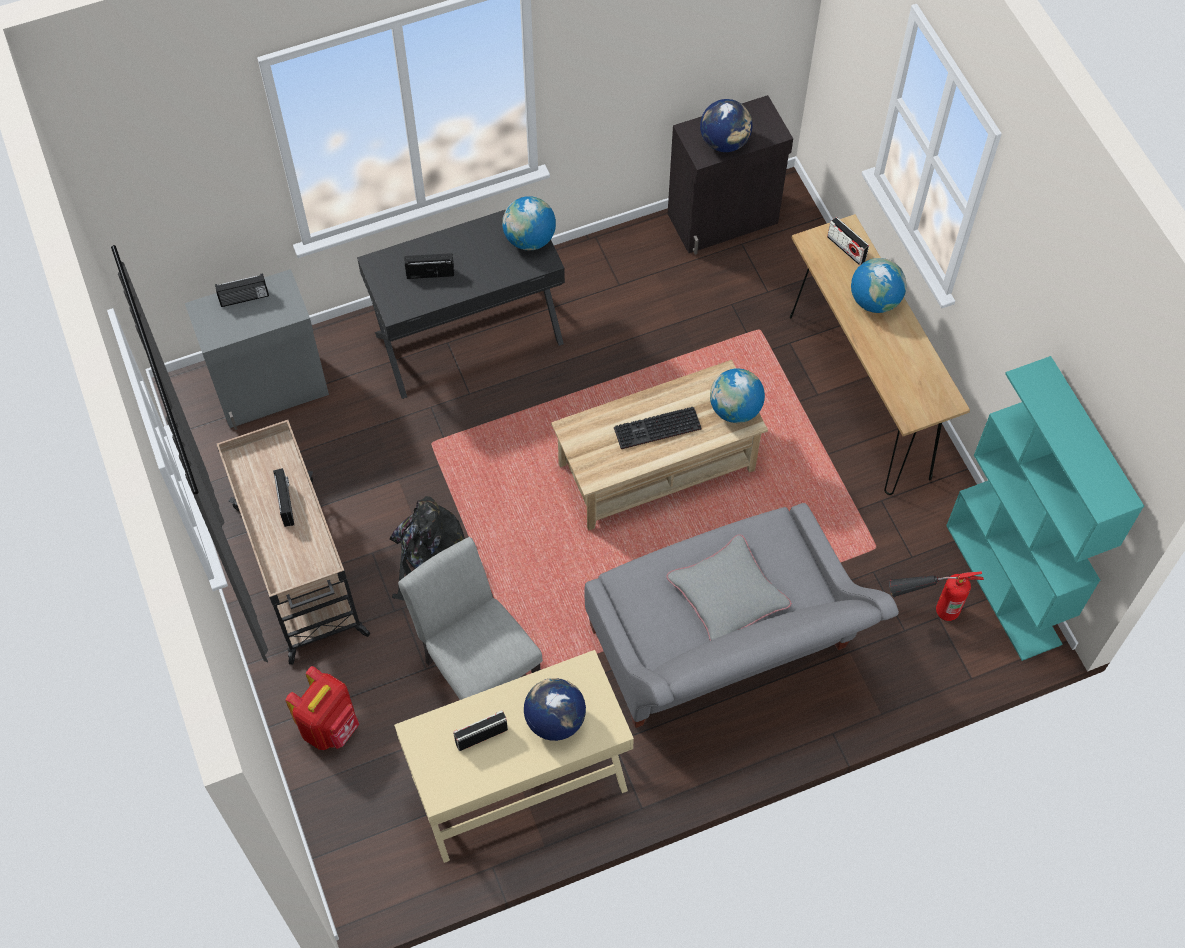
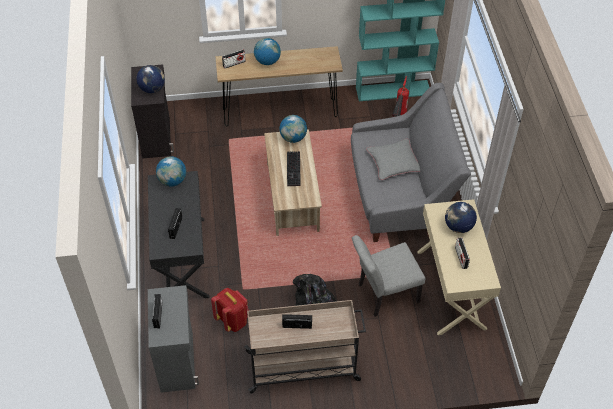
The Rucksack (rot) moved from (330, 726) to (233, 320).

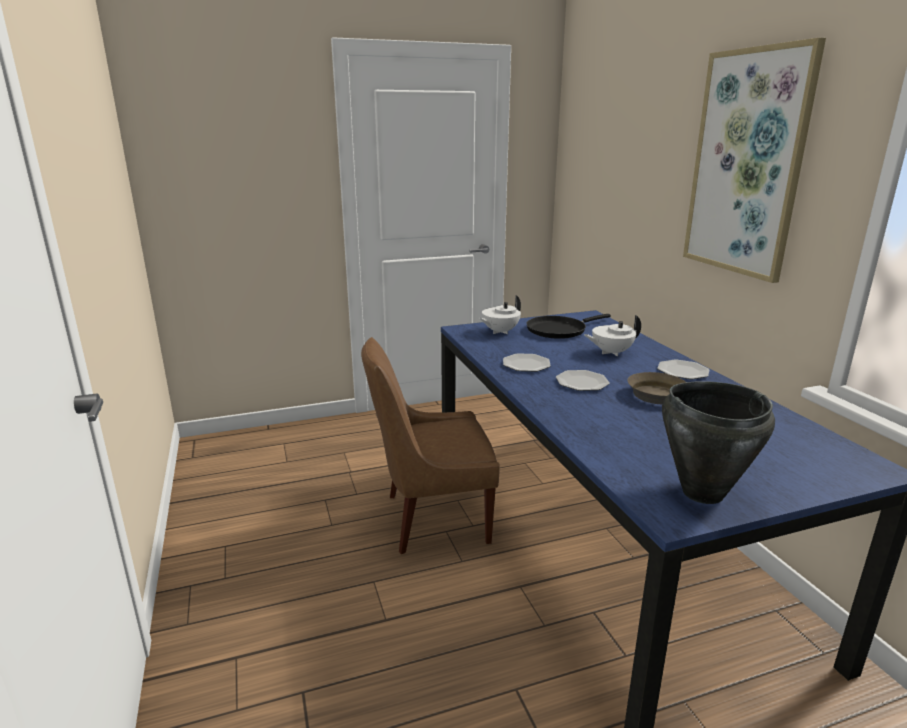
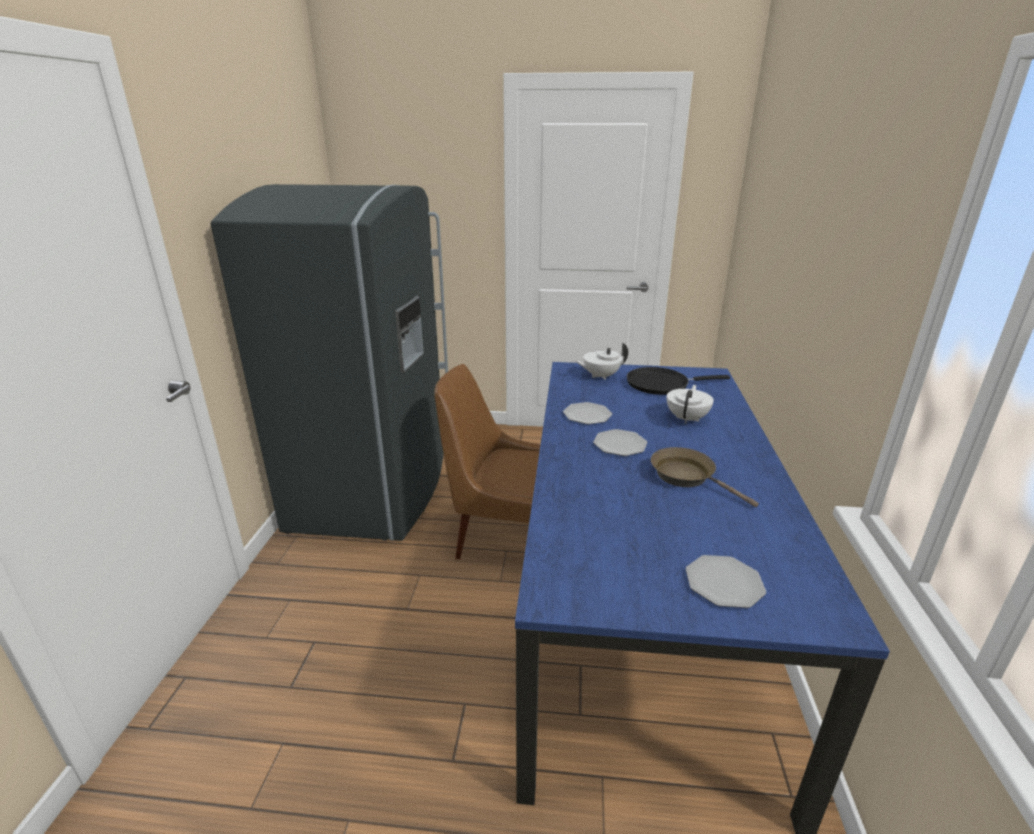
The Bild at (747, 164) disappeared.
The Teekanne (weiß) at (611, 352) turned 105 degrees clockwise.
The Teller moved from (683, 372) to (724, 584).
The Kochtopf (schwarz) at (701, 492) disappeared.
The Kühlschrank (grau) at (375, 488) appeared.

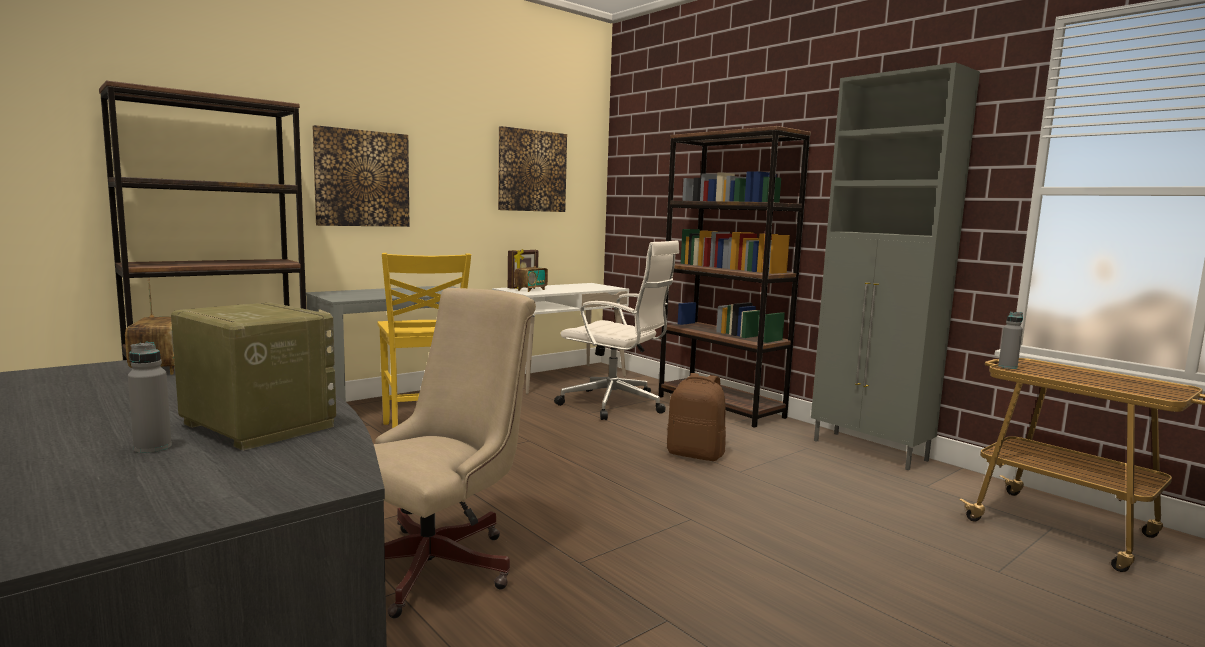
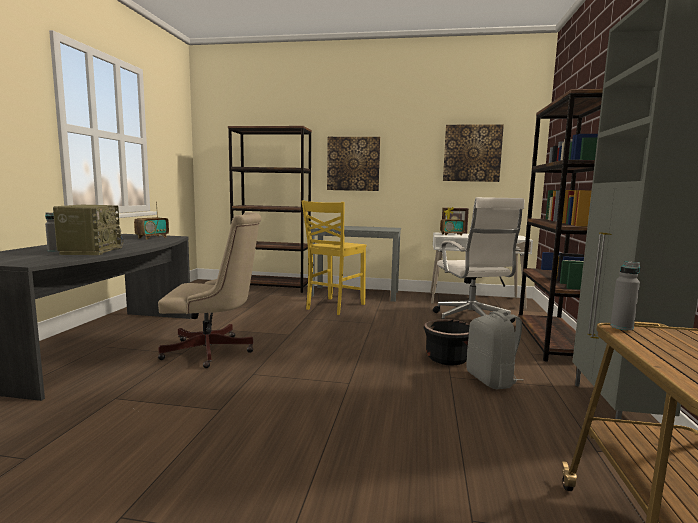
The Rucksack (braun) at (696, 454) was replaced by the Pflanzkübel (schwarz) at (447, 359).
The Rucksack (grau) at (492, 380) appeared.

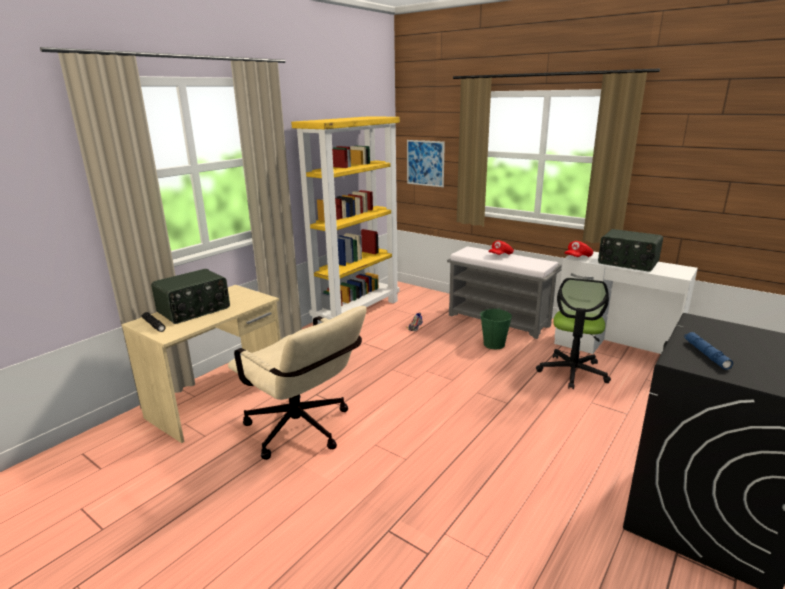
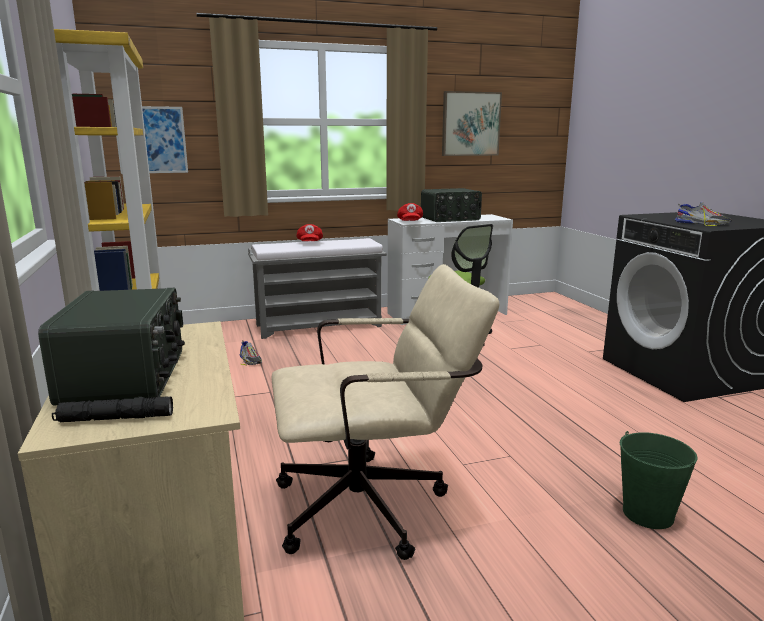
The Eimer (grün) moved from (494, 344) to (648, 513).
The Taschenlampe (blau) at (706, 354) was replaced by the Schuh at (702, 223).
The Bild at (470, 124) appeared.

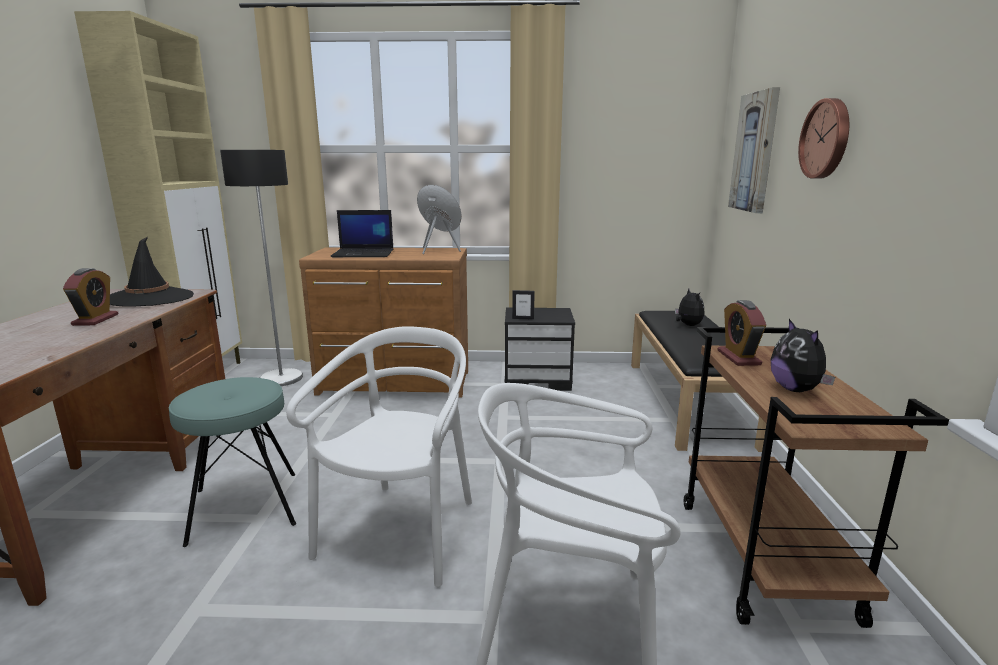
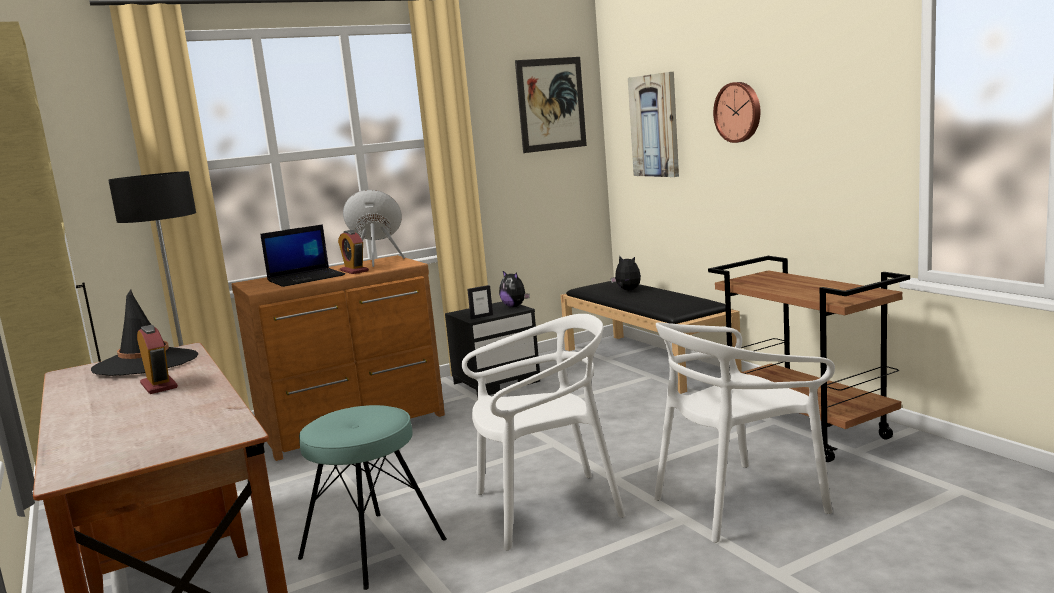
The Wecker moved from (738, 357) to (354, 271).
The Plüschtier moved from (796, 389) to (515, 306).
The Stuhl (weiß) at (401, 532) turned 90 degrees clockwise.
The Bild at (551, 104) appeared.

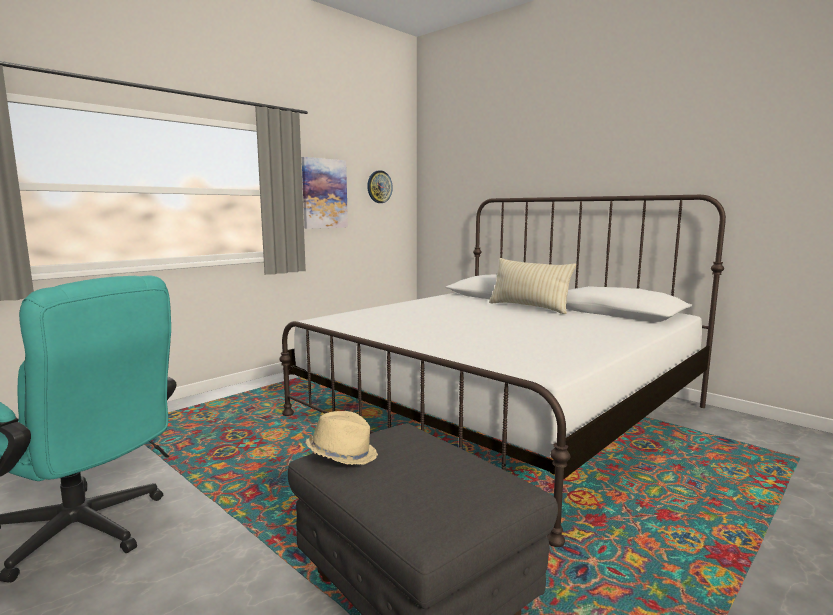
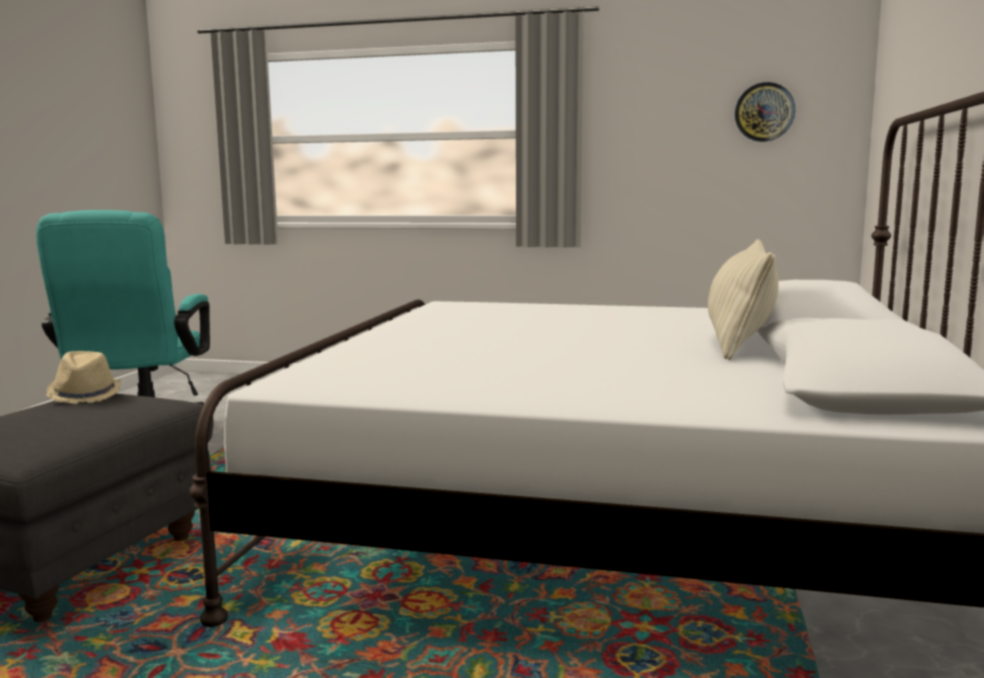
The Bild at (324, 193) disappeared.

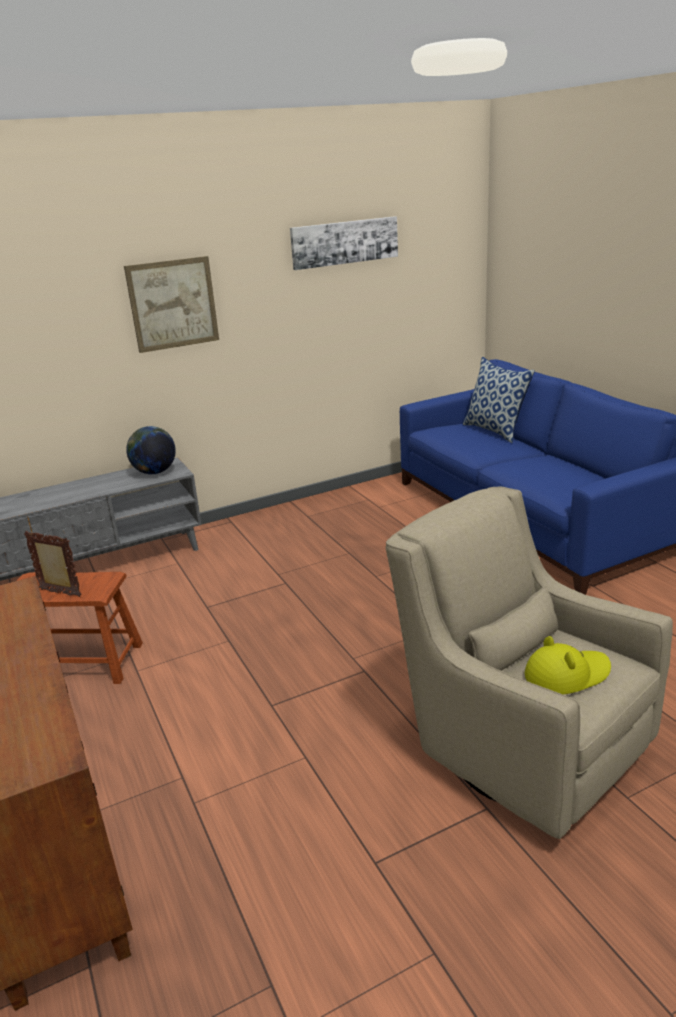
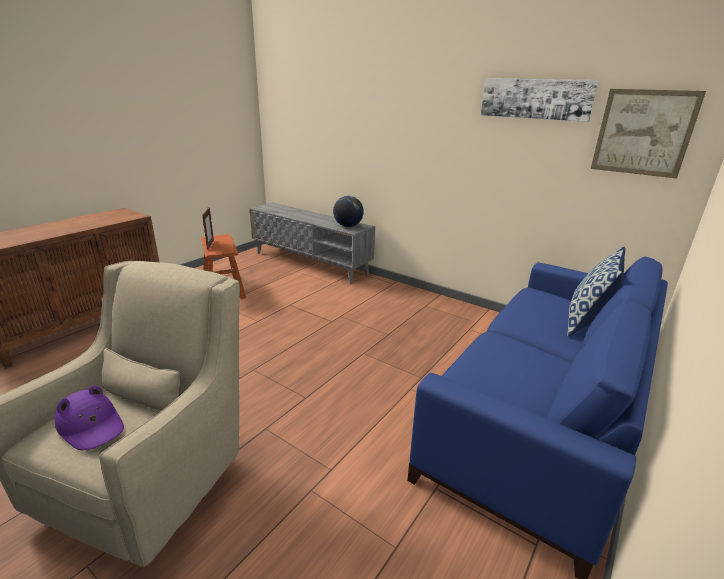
The Bild moved from (173, 304) to (643, 133).
The Hut (gelb) at (566, 674) became the Hut (lila) at (91, 425).

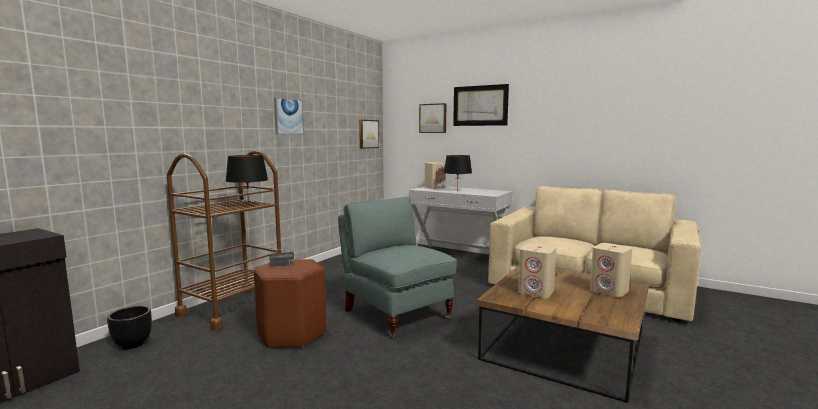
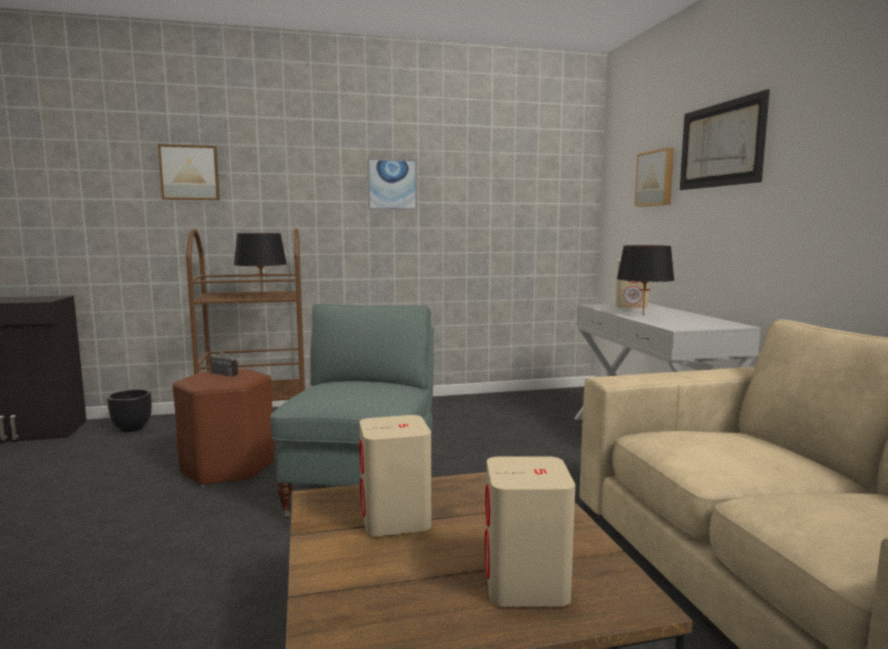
The Bild moved from (367, 134) to (190, 173).

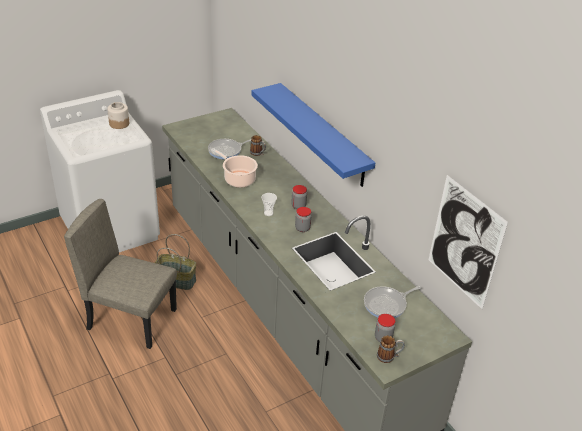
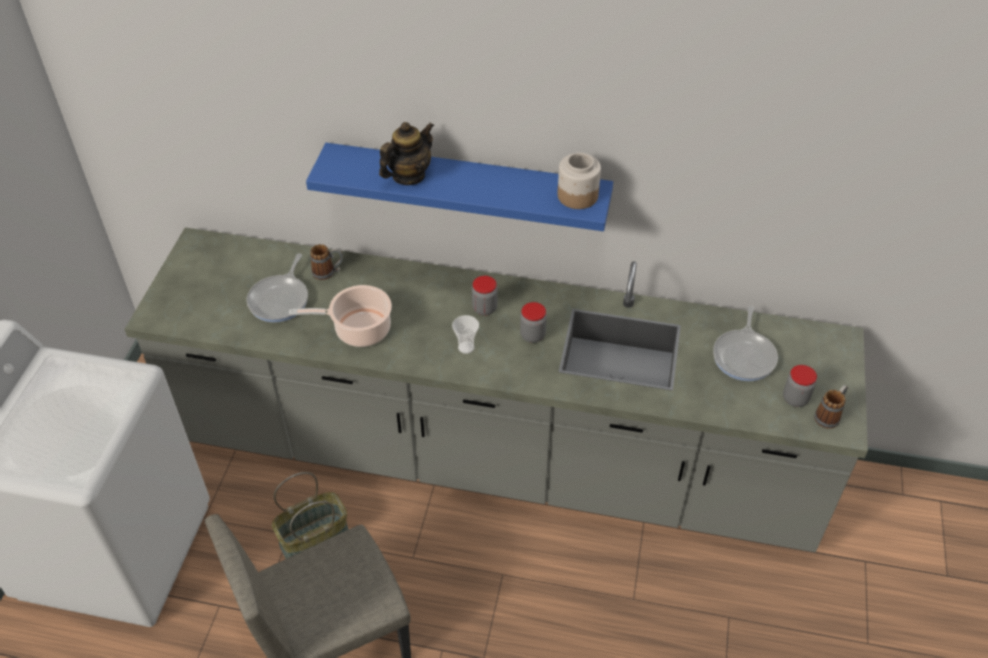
The Vorratsglas moved from (119, 123) to (577, 196).
The Bild at (465, 242) disappeared.
The Teekanne at (408, 176) appeared.

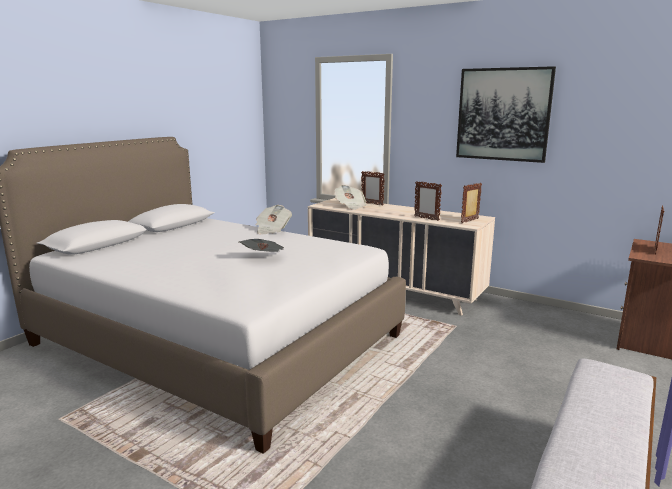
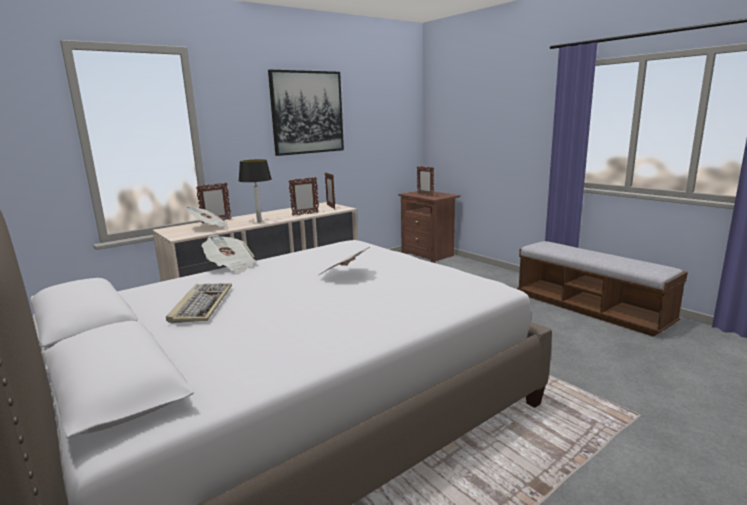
The Tischlampe at (259, 221) appeared.
The Tastatur at (201, 304) appeared.

